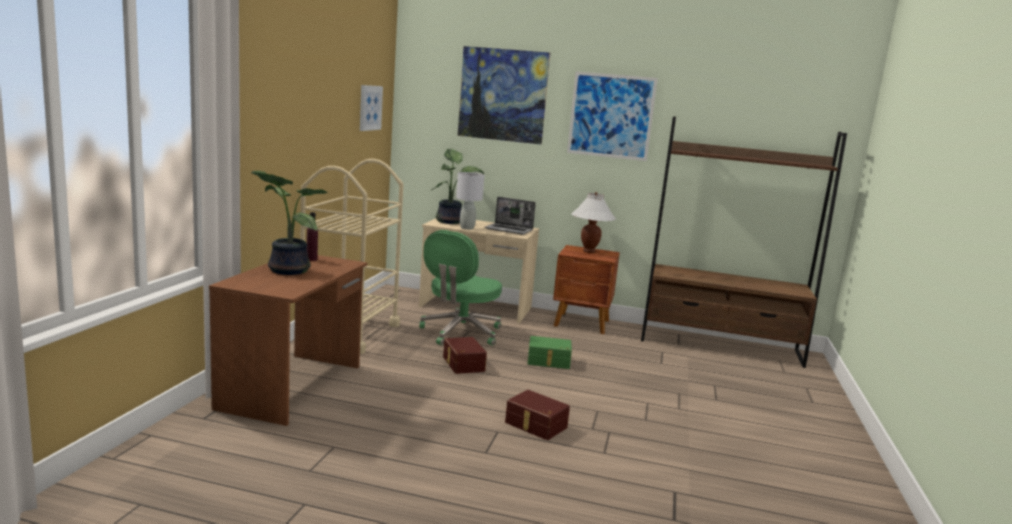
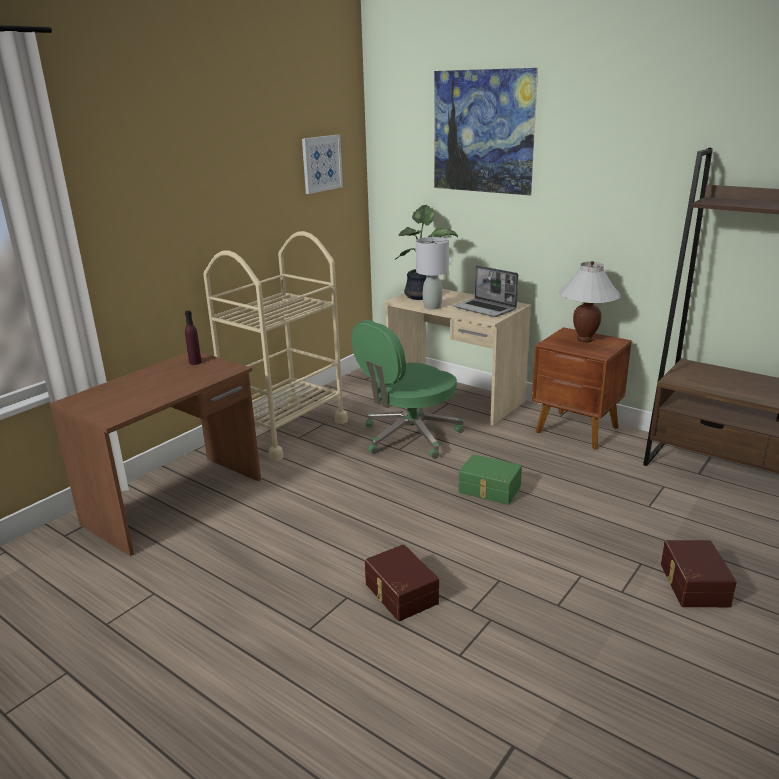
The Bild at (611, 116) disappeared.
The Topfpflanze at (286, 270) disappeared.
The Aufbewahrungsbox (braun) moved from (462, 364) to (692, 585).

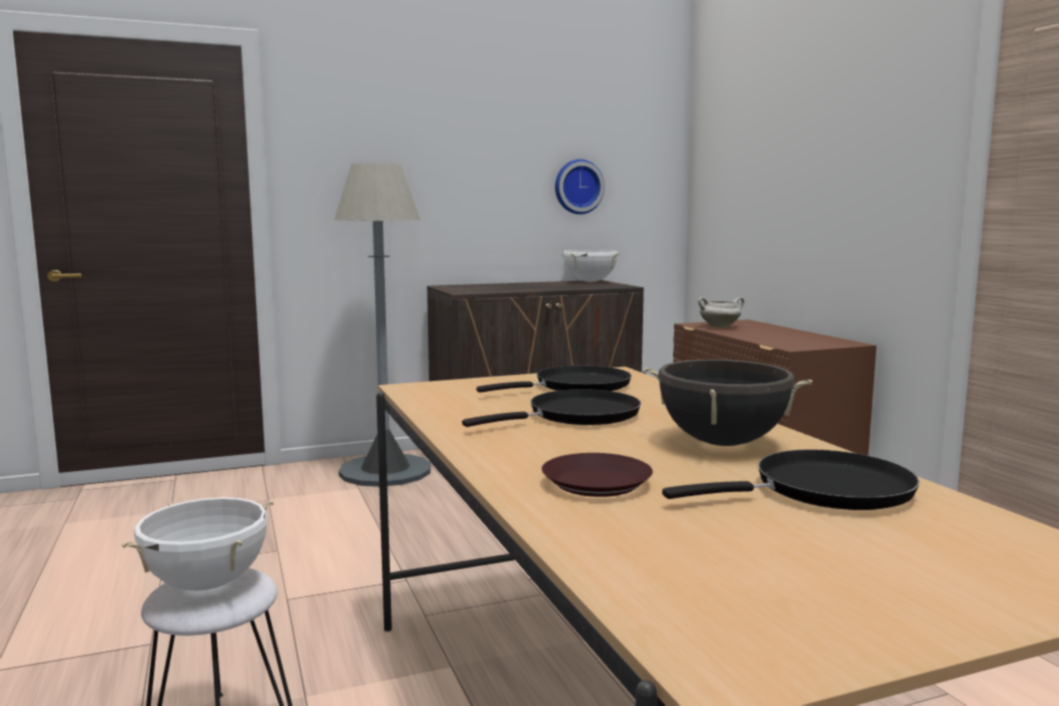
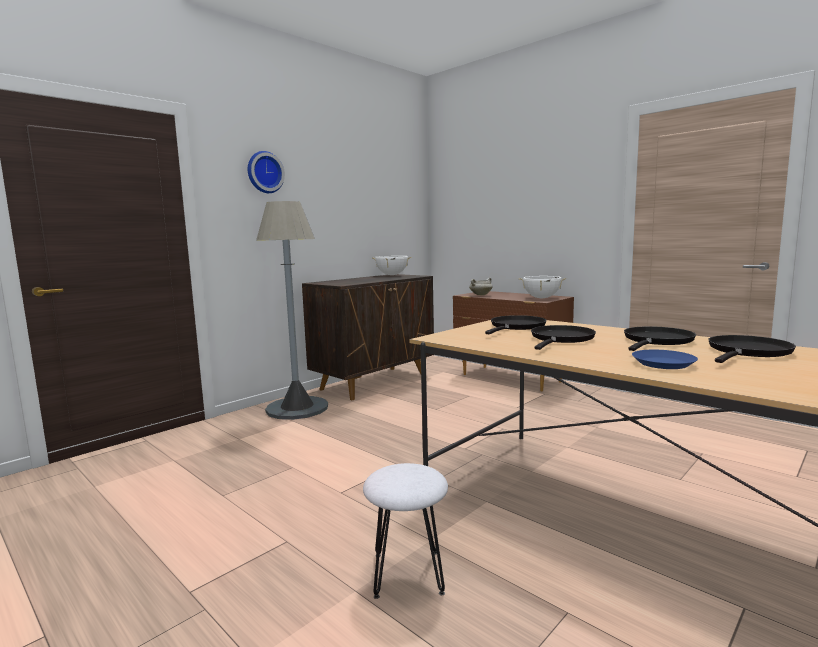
The Wanduhr moved from (577, 187) to (264, 172).
The Kochtopf (schwarz) at (722, 443) was replaced by the Pfanne (schwarz) at (657, 341).
The Teller (braun) at (595, 483) became the Teller (blau) at (663, 364).
The Kochtopf (weiß) moved from (207, 584) to (541, 298).

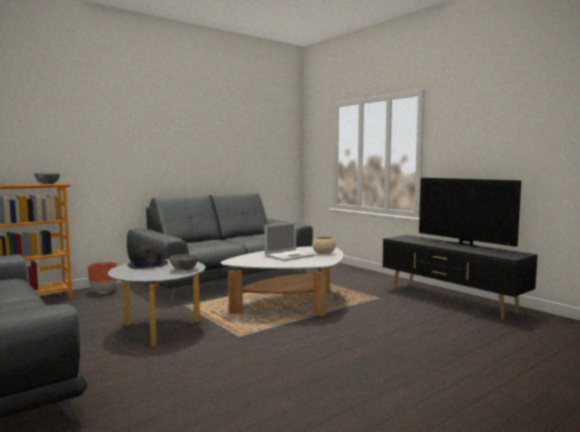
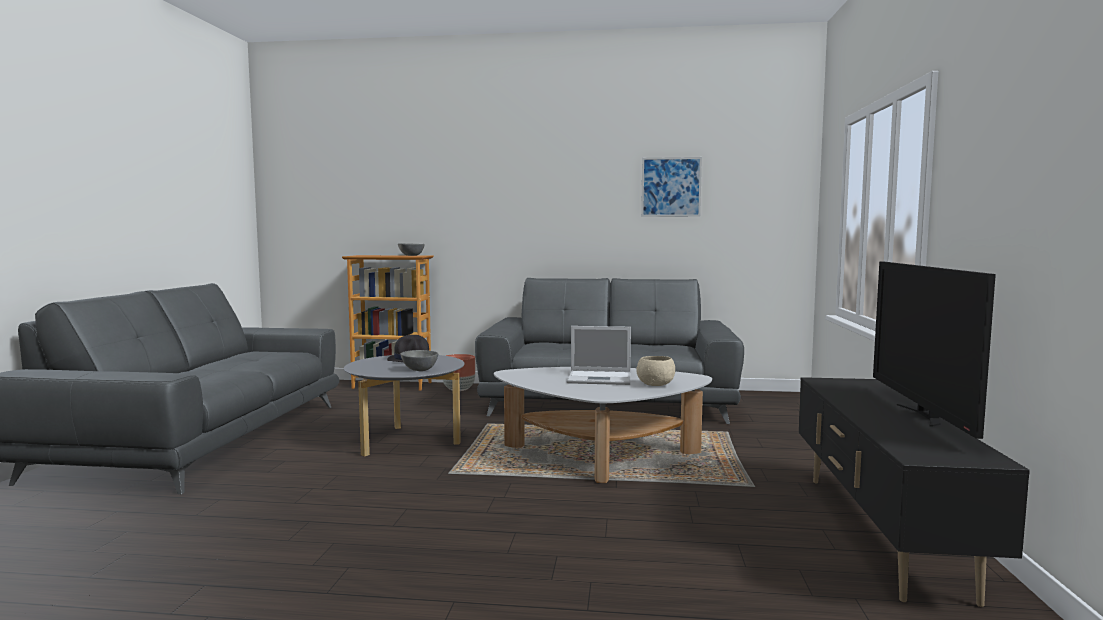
The Bild at (671, 187) appeared.

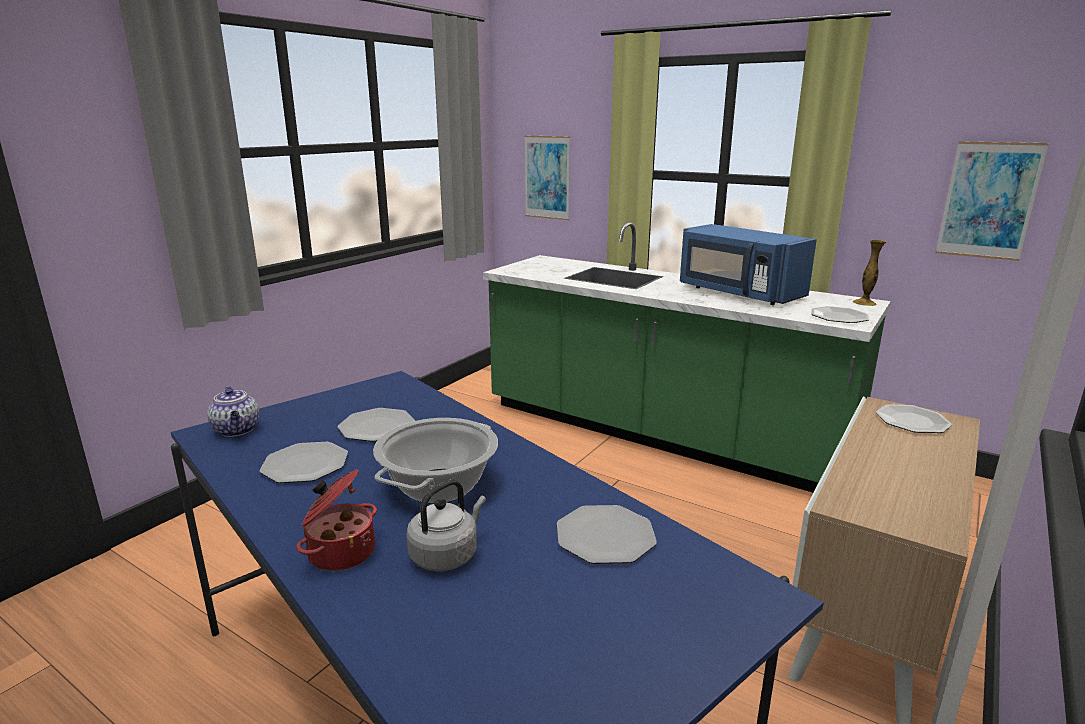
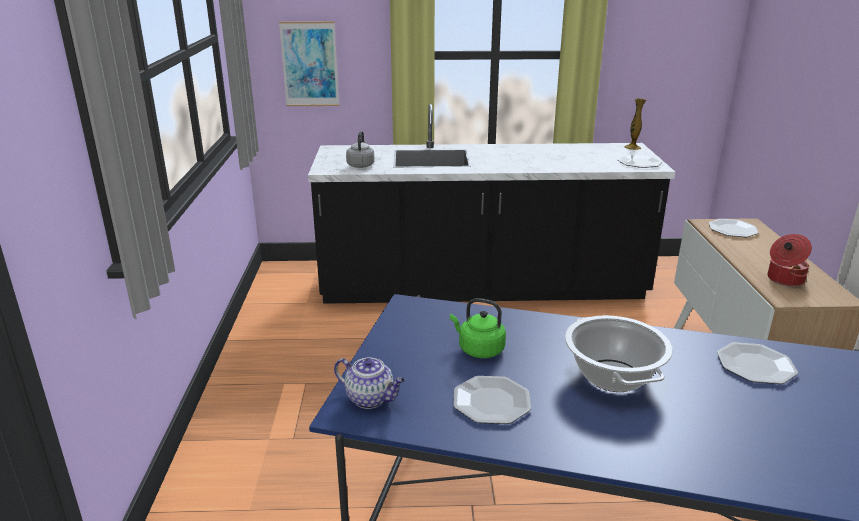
The Bild at (988, 201) disappeared.
The Küchenzeile (grün) at (659, 434) became the Küchenzeile (schwarz) at (482, 288).
The Mikrowelle (blau) at (738, 293) disappeared.
The Teller at (377, 427) was replaced by the Wasserkessel (grün) at (479, 349).
The Kochtopf moved from (340, 552) to (784, 279).
The Wasserkessel (grau) moved from (447, 555) to (361, 165).

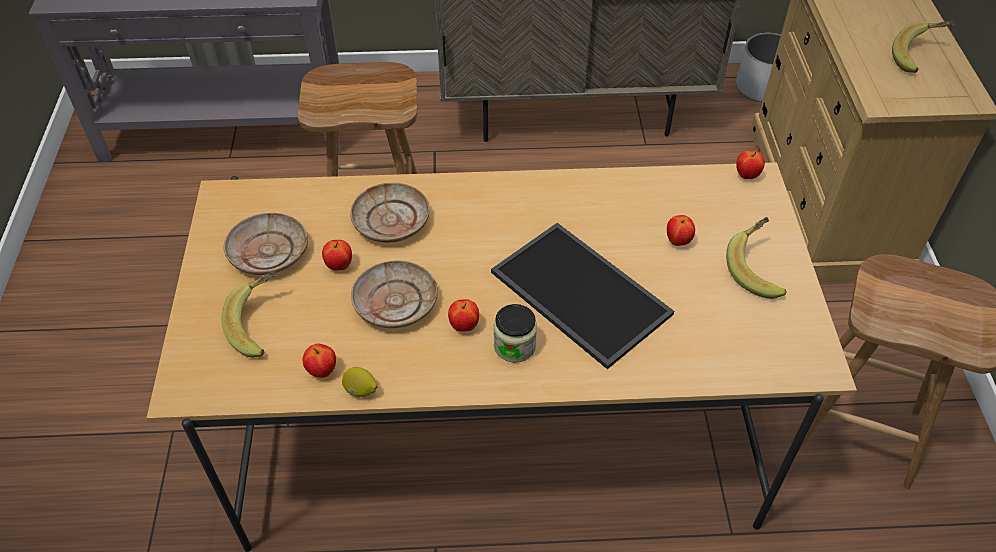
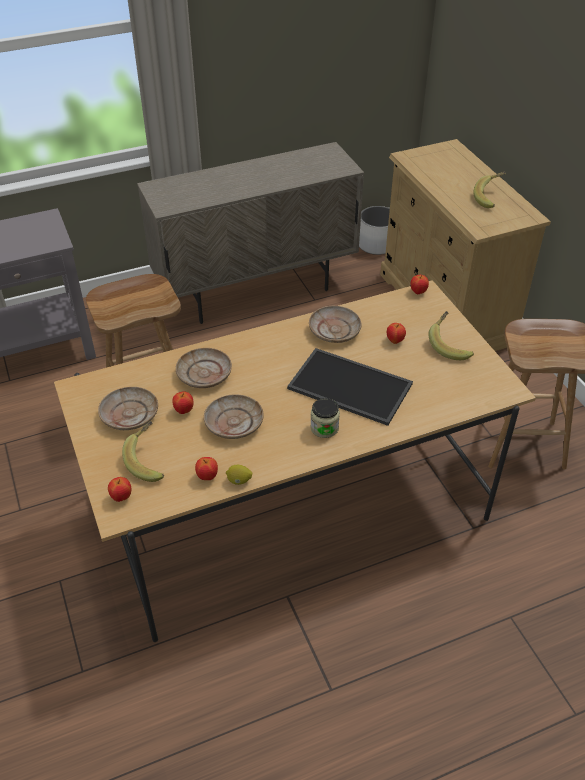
The Apfel moved from (464, 326) to (121, 497).
The Teller (beige) at (334, 330) appeared.

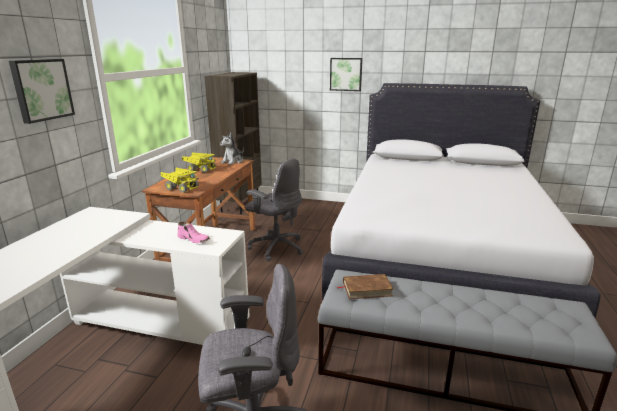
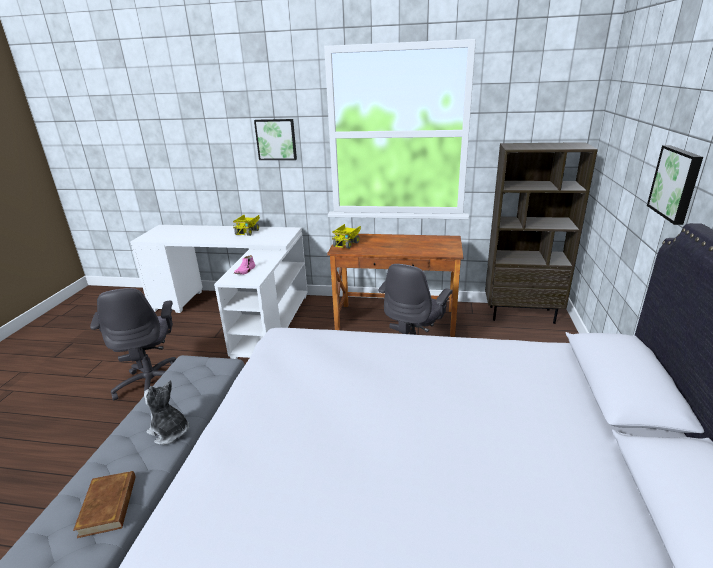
The Plüschtier moved from (233, 161) to (170, 432).
The Spielzeuglaster moved from (200, 169) to (248, 232).
The Buch (braun) moved from (366, 289) to (109, 505).

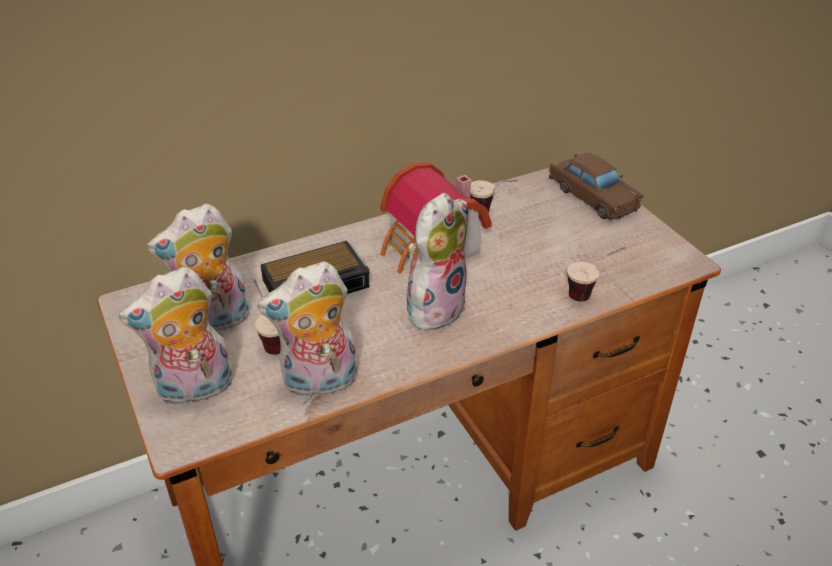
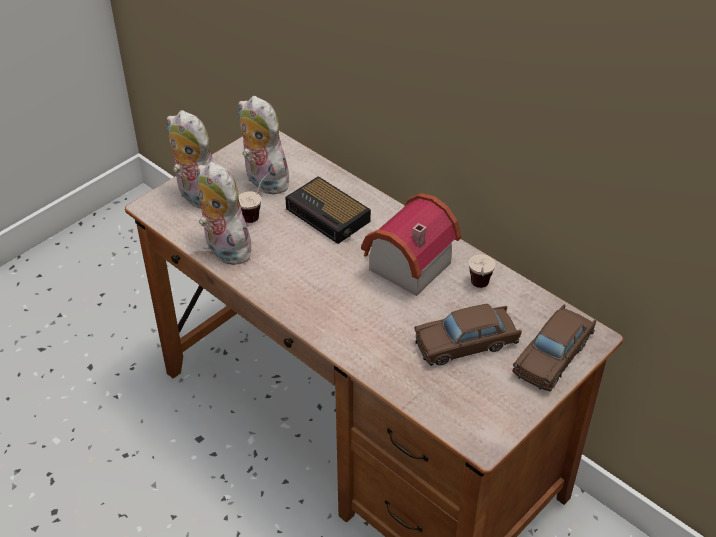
The Plüschtier at (434, 307) disappeared.
The Tasse at (591, 293) disappeared.
The Spielzeugauto (braun) at (466, 343) appeared.

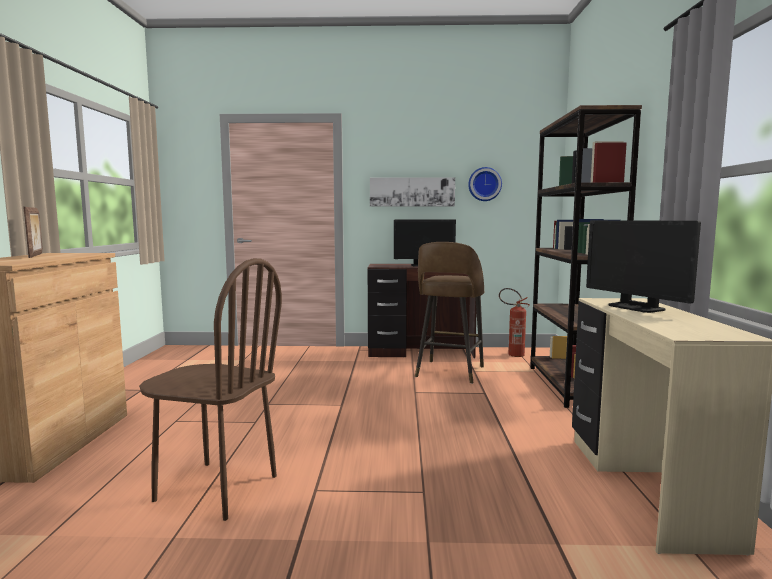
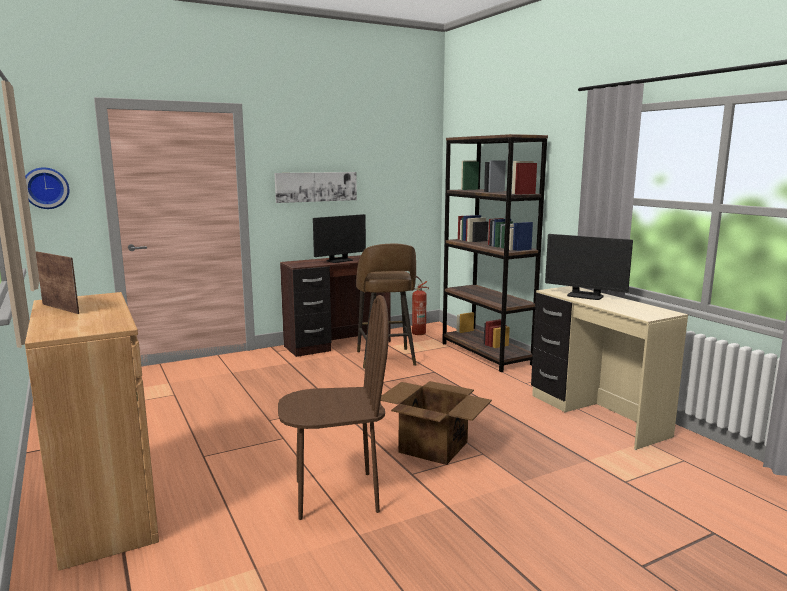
The Wanduhr moved from (484, 184) to (46, 188).
The Karton at (432, 446) appeared.

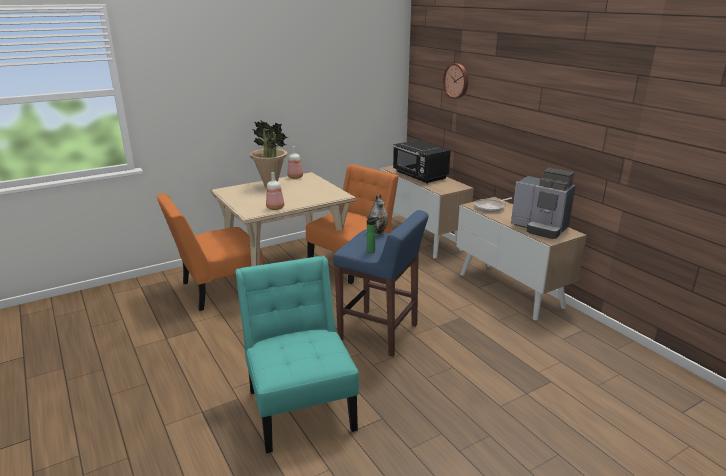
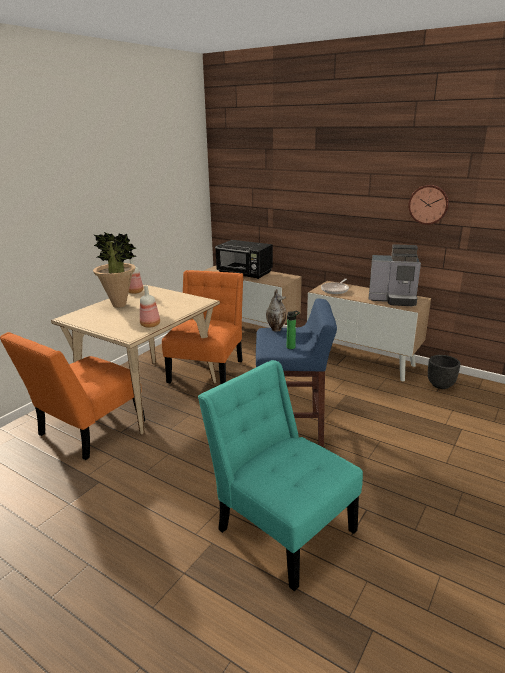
The Wanduhr moved from (457, 81) to (429, 204).
The Pflanzkübel (schwarz) at (441, 385) appeared.

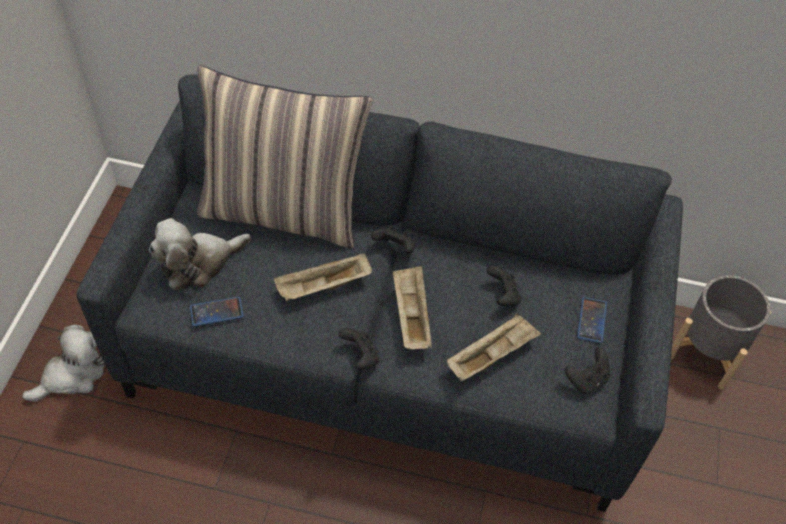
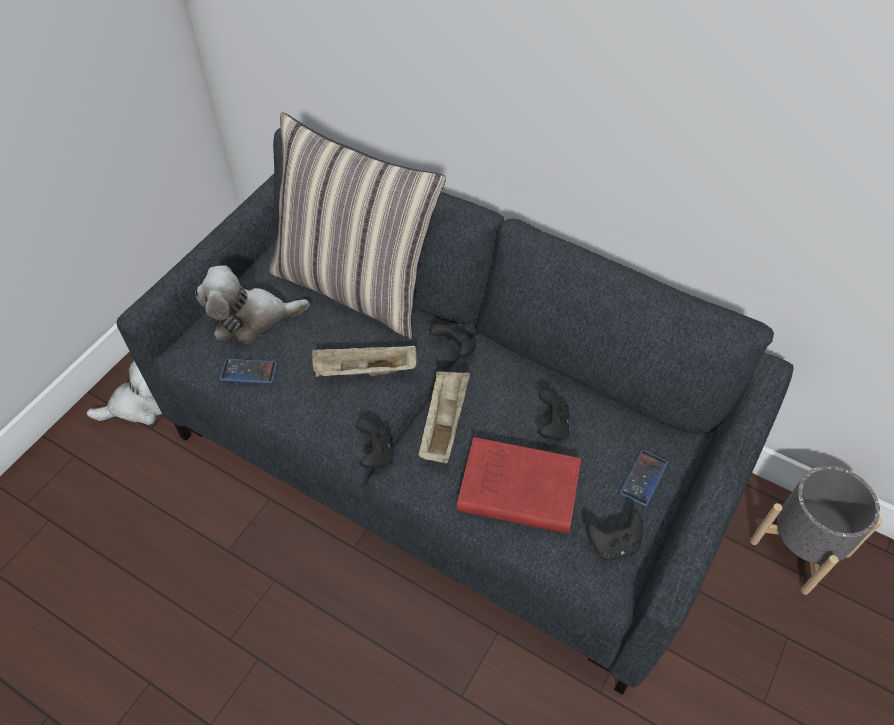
The Tablett (beige) at (491, 355) was replaced by the Buch (rot) at (515, 488).

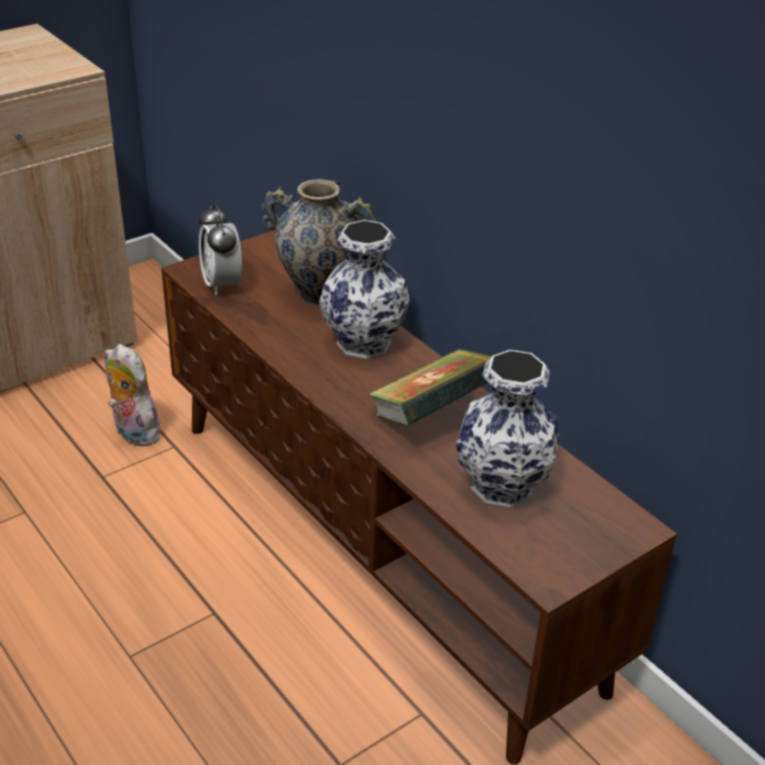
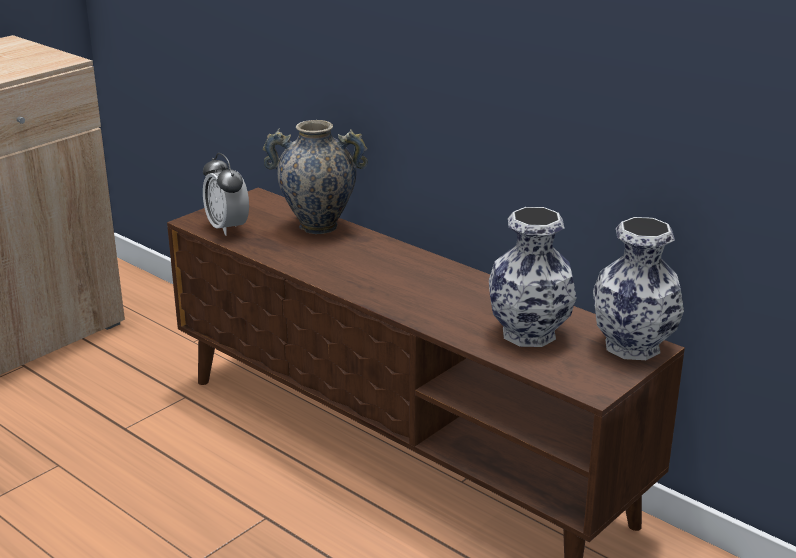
The Vase moved from (362, 342) to (630, 346).
The Plüschtier at (133, 432) disappeared.
The Buch at (432, 415) disappeared.

